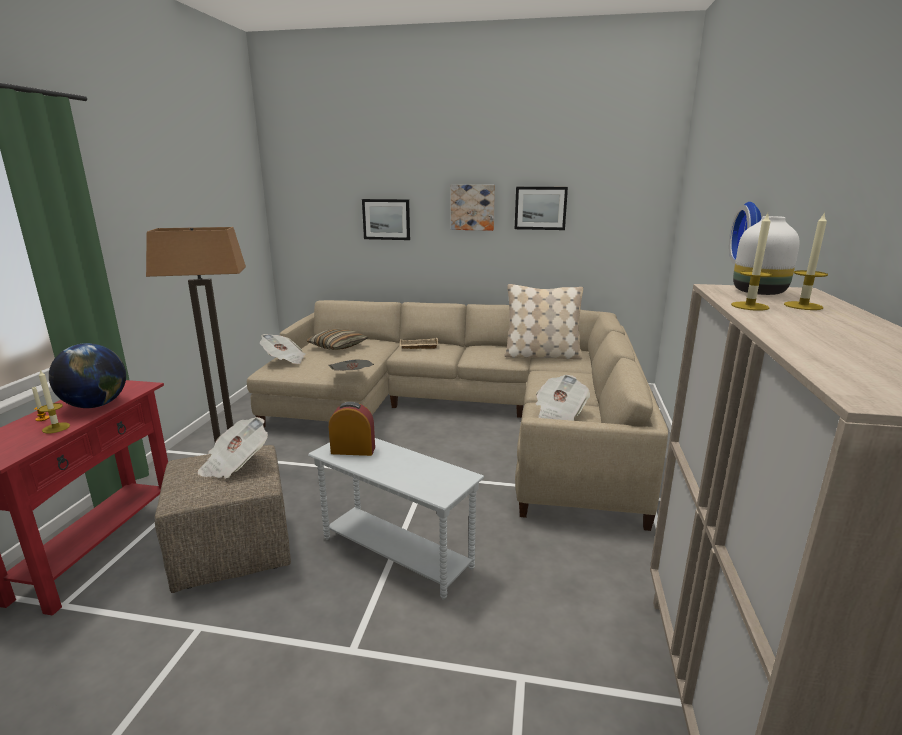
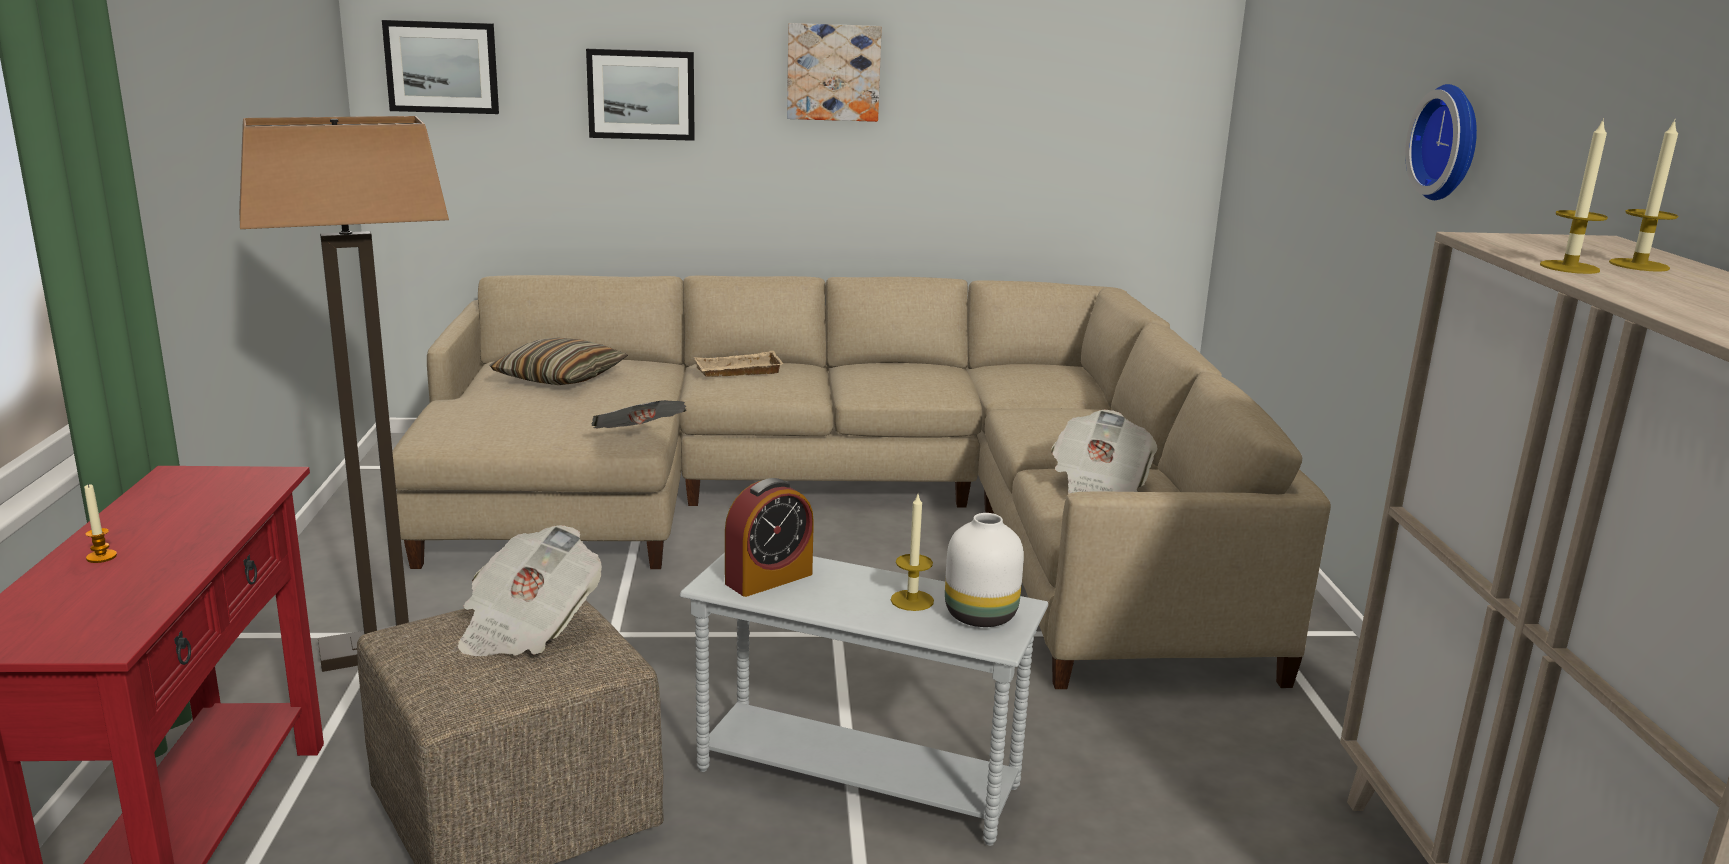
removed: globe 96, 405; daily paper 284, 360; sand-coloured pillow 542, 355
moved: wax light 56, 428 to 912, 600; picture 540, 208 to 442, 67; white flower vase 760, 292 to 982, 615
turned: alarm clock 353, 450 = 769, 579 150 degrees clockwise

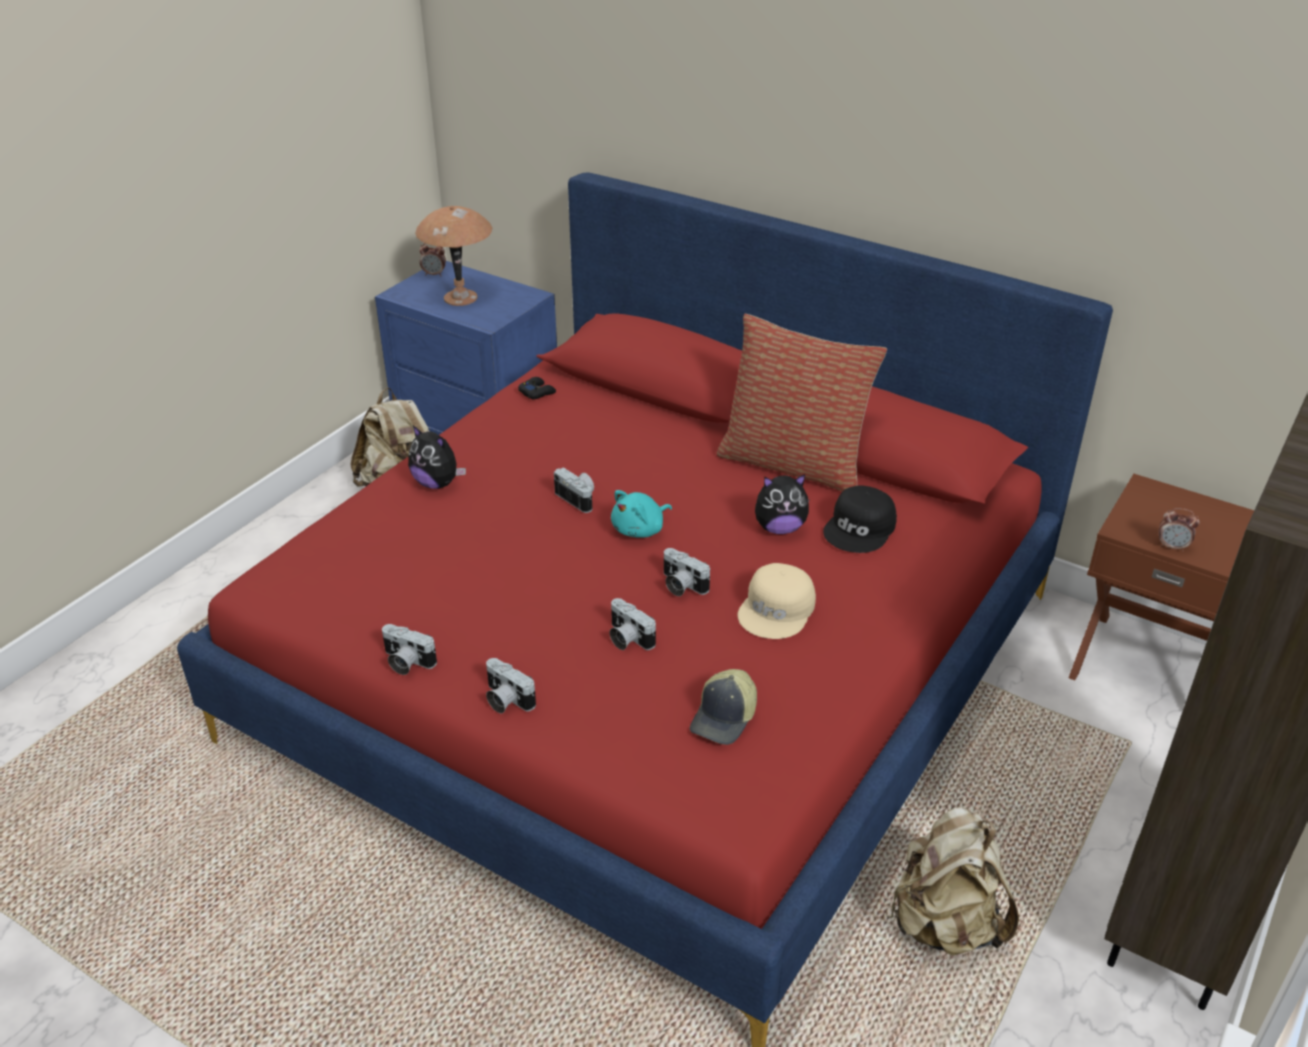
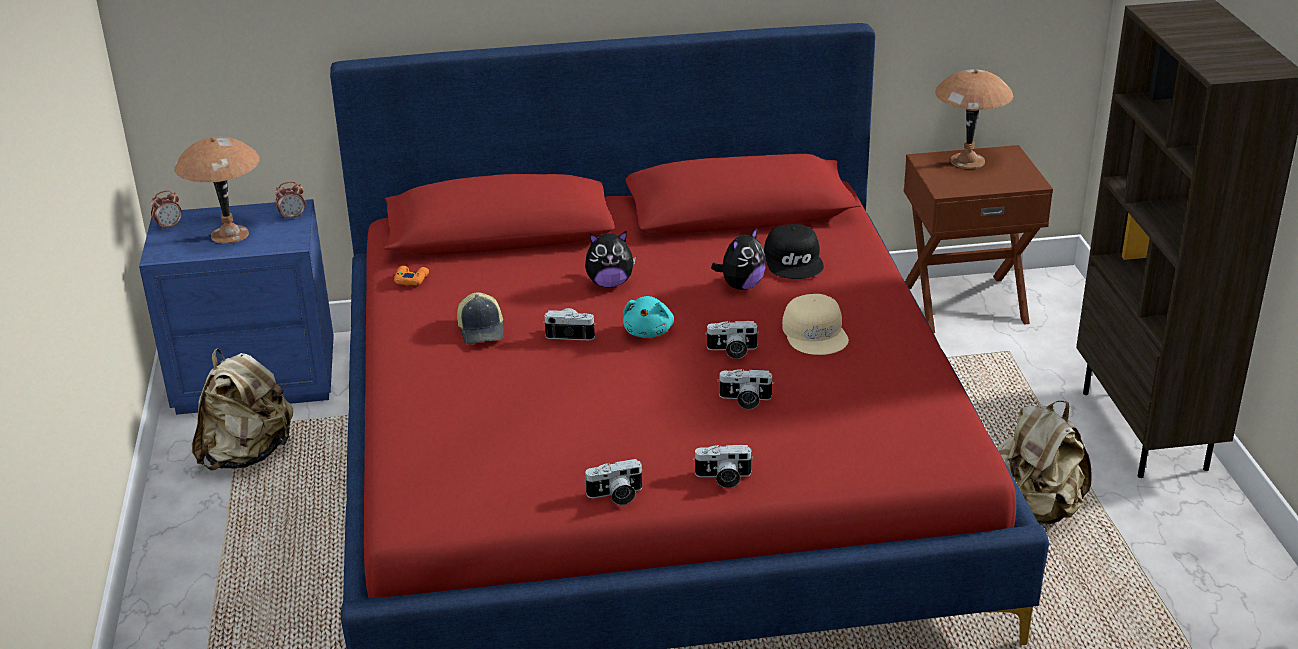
removed: pillow 794, 463
added: brown-coloured tabletop lamp 967, 161
moved: plush toy 437, 483 to 610, 283; cap 725, 718 to 482, 330; alarm clock 1172, 547 to 292, 217
recoloured: blackish joypad 537, 392 to orange-coloured joypad 411, 279

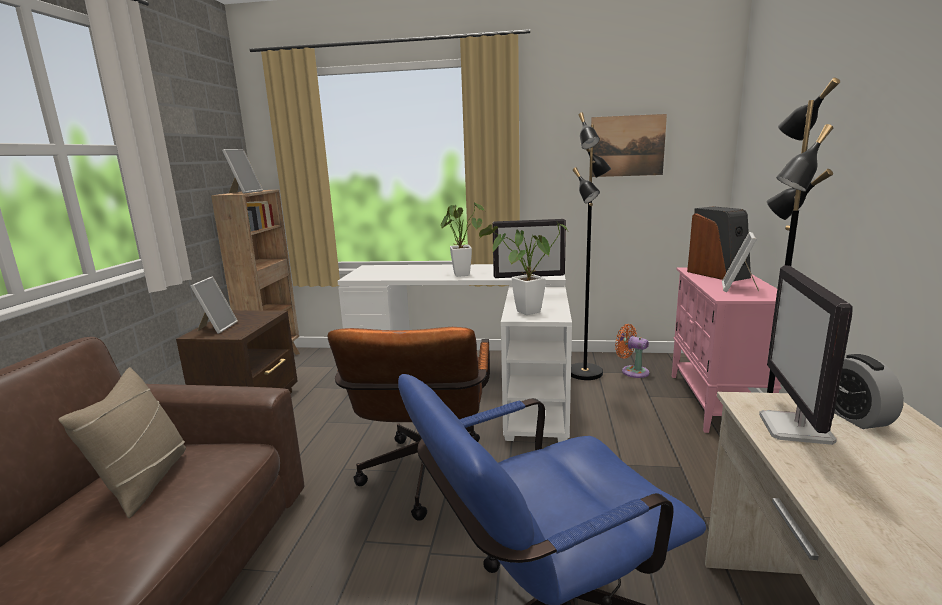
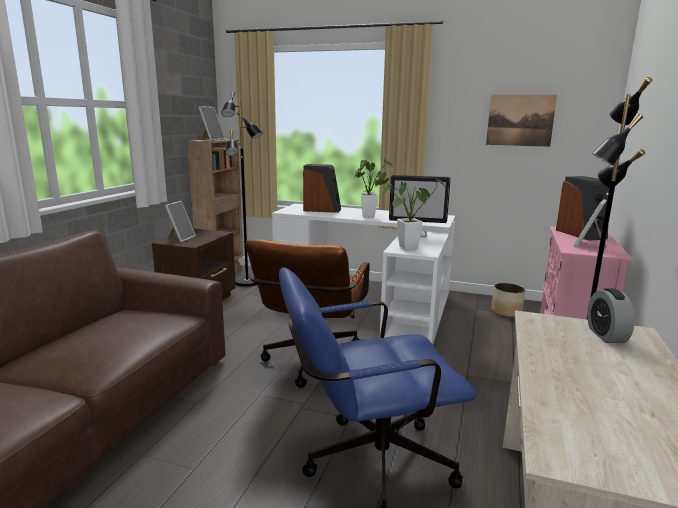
removed: sand-coloured pillow 144, 481; computer display 796, 429
added: audio speaker 322, 210
moved: blackish floor lamp 586, 373 to 247, 282
replaced: orange-coloured cooling fan 632, 371 to plant pot 506, 312

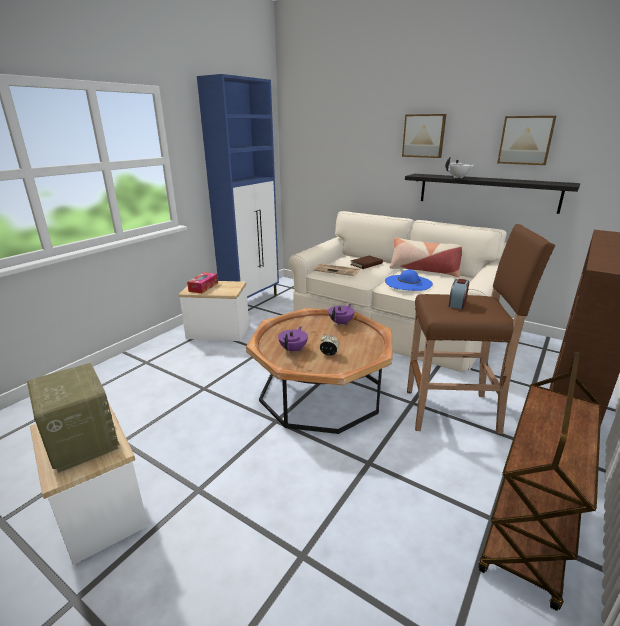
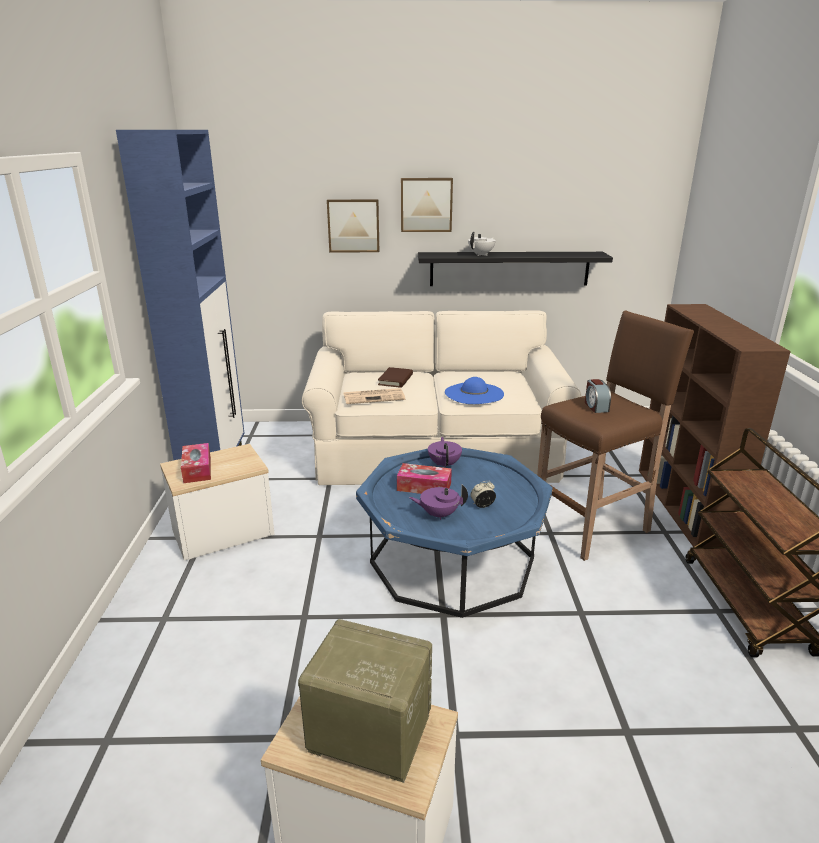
removed: pillow 424, 270
added: box of tissues 424, 487
moved: picture 526, 140 to 353, 225
recoloured: brown-coloured coffee table 321, 392 to blue coffee table 452, 560
turned: purplish pot for tea 293, 349 = 438, 514 75 degrees counterclockwise

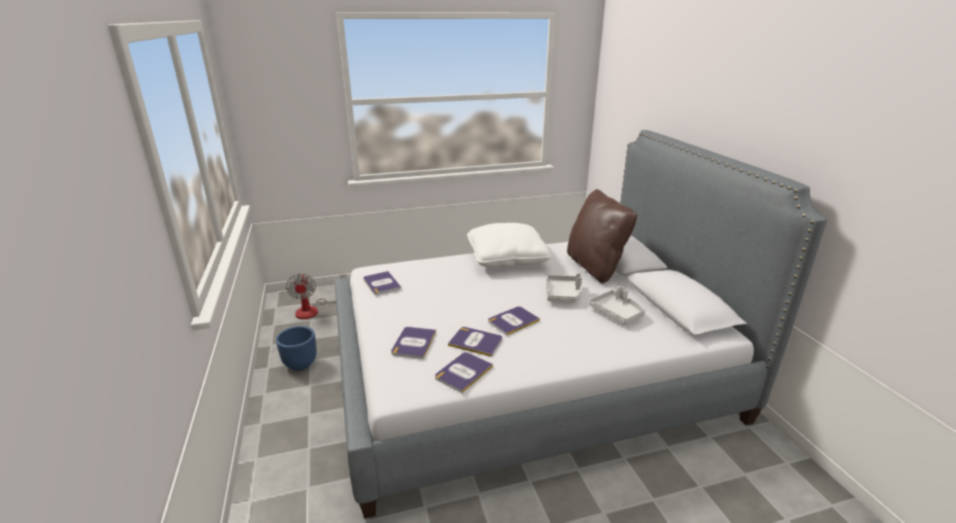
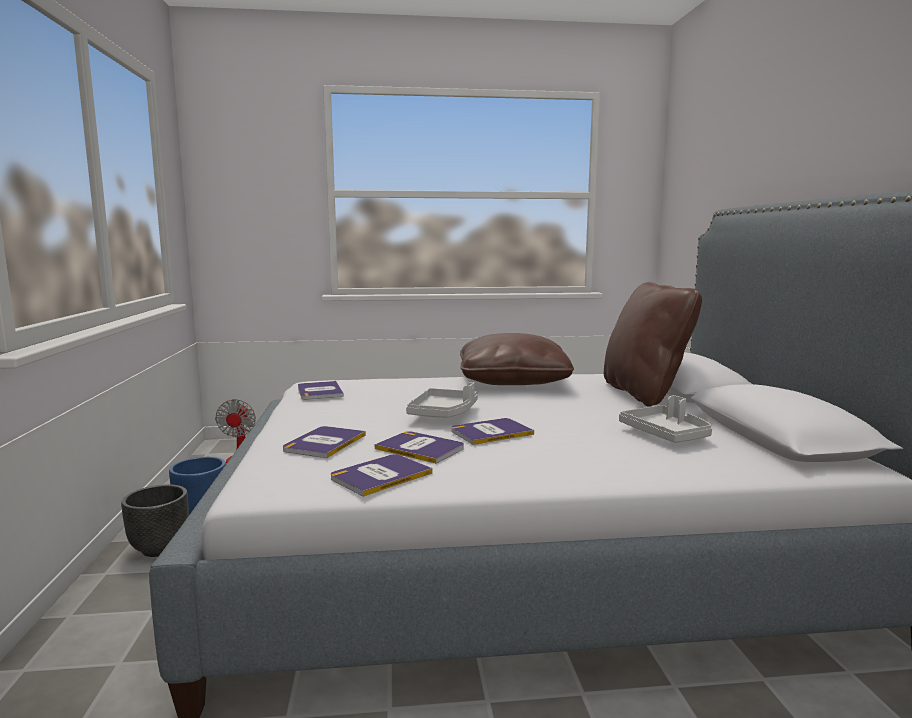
added: blackish plant pot 159, 549
moved: grey tray 563, 294 to 443, 413
recoloured: white pillow 506, 258 to brown-coloured pillow 512, 381

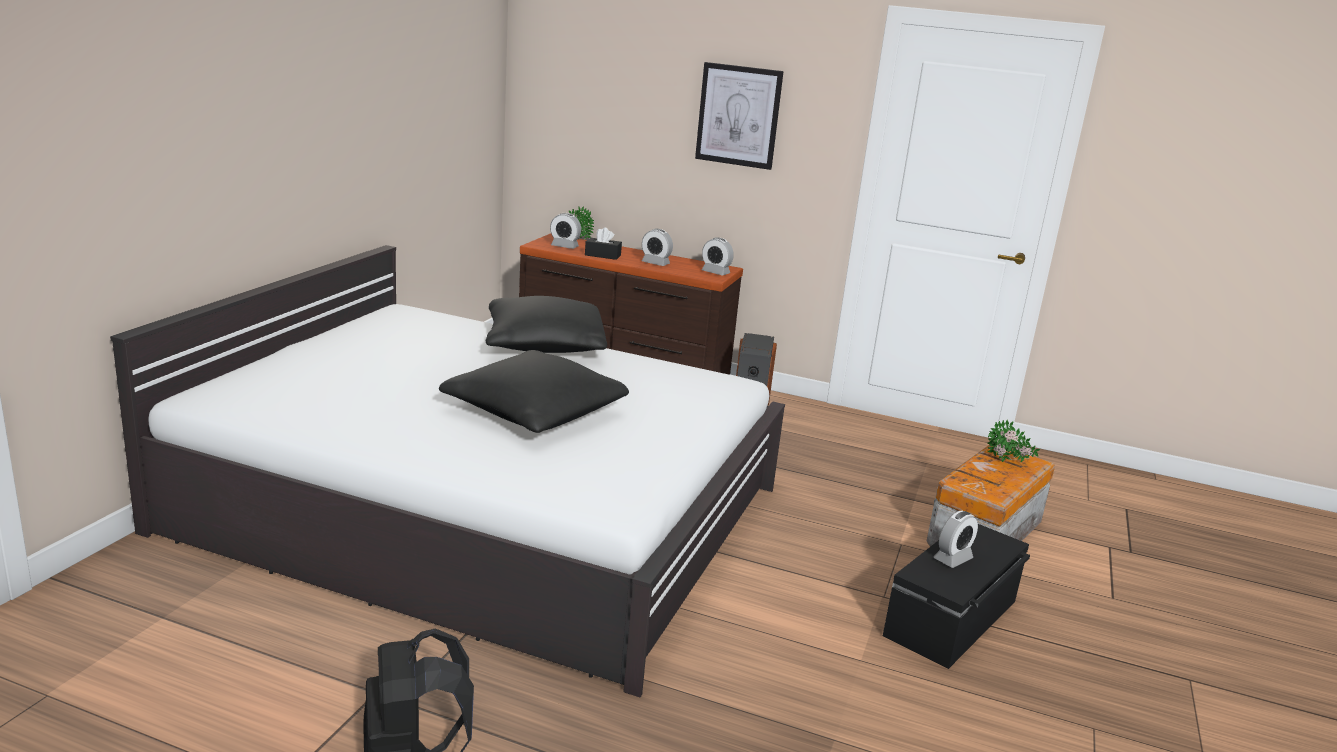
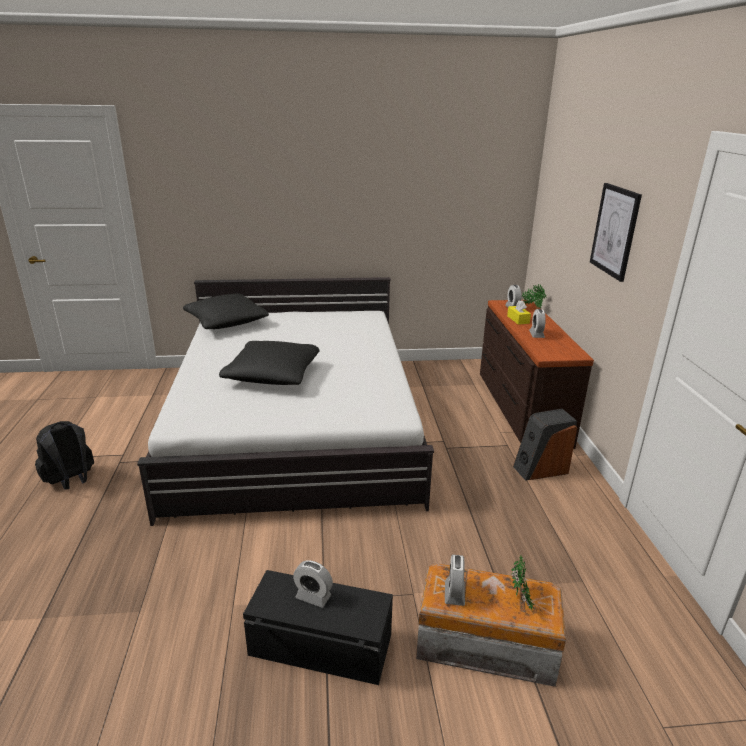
moved: blackish pillow 544, 345 to 226, 322; alarm clock 715, 272 to 454, 593
recoloured: blackish box of tissues 602, 255 to yellow box of tissues 518, 319

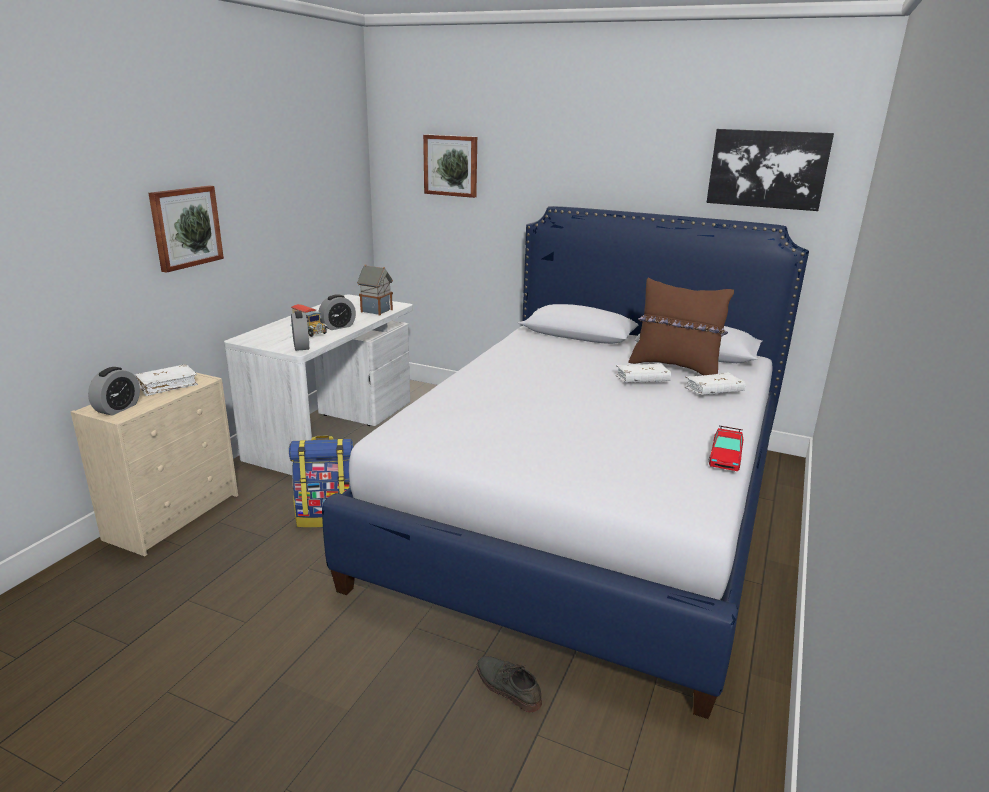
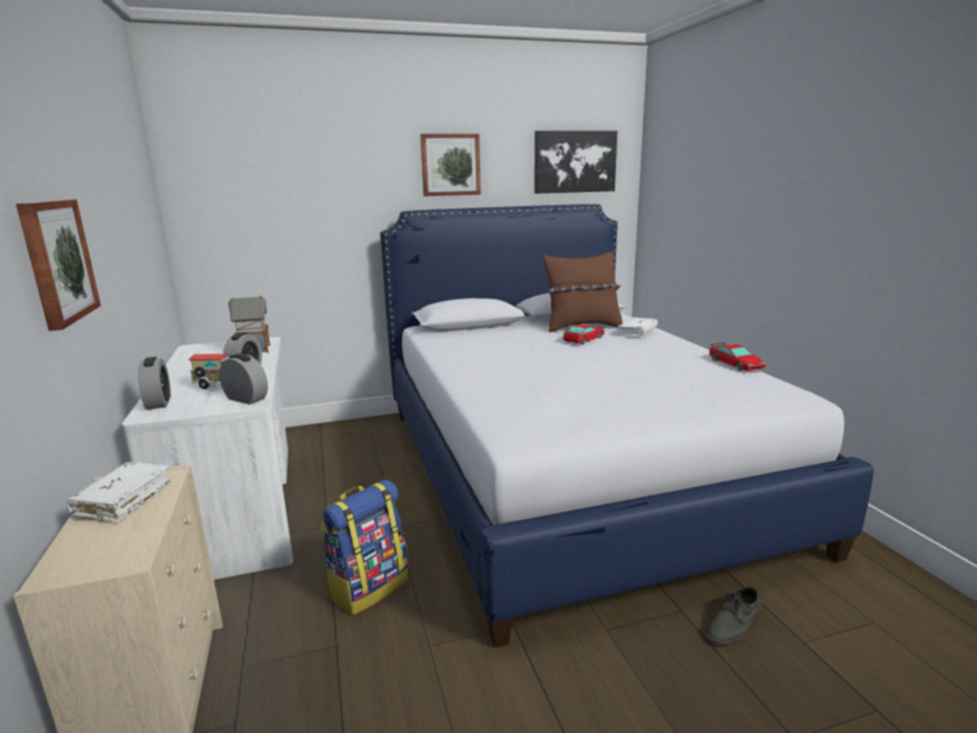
moved: alarm clock 118, 408 to 158, 403; picture 451, 165 to 450, 165
replaced: white volume 642, 380 to miniature car 584, 339
turned: grey low shoe 507, 686 = 734, 624 45 degrees counterclockwise

